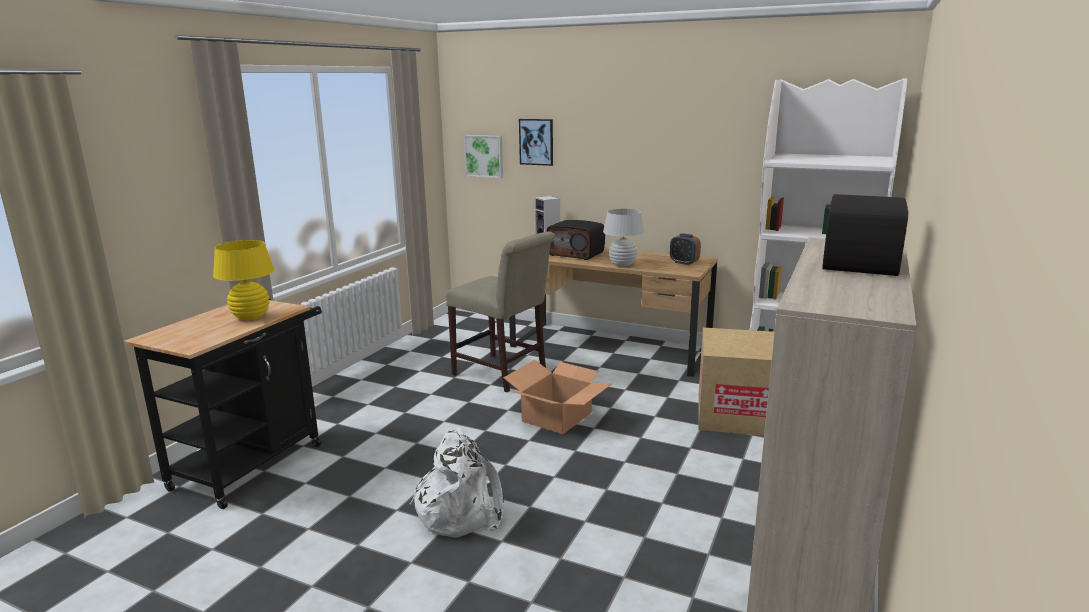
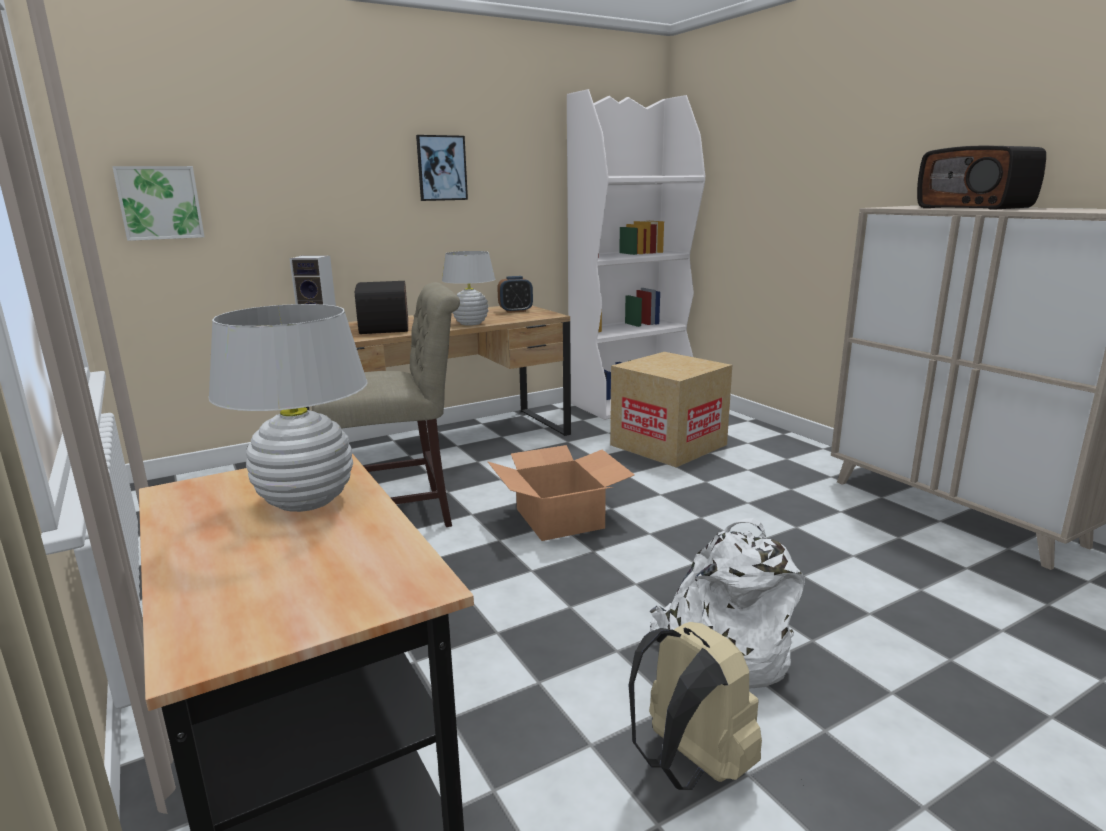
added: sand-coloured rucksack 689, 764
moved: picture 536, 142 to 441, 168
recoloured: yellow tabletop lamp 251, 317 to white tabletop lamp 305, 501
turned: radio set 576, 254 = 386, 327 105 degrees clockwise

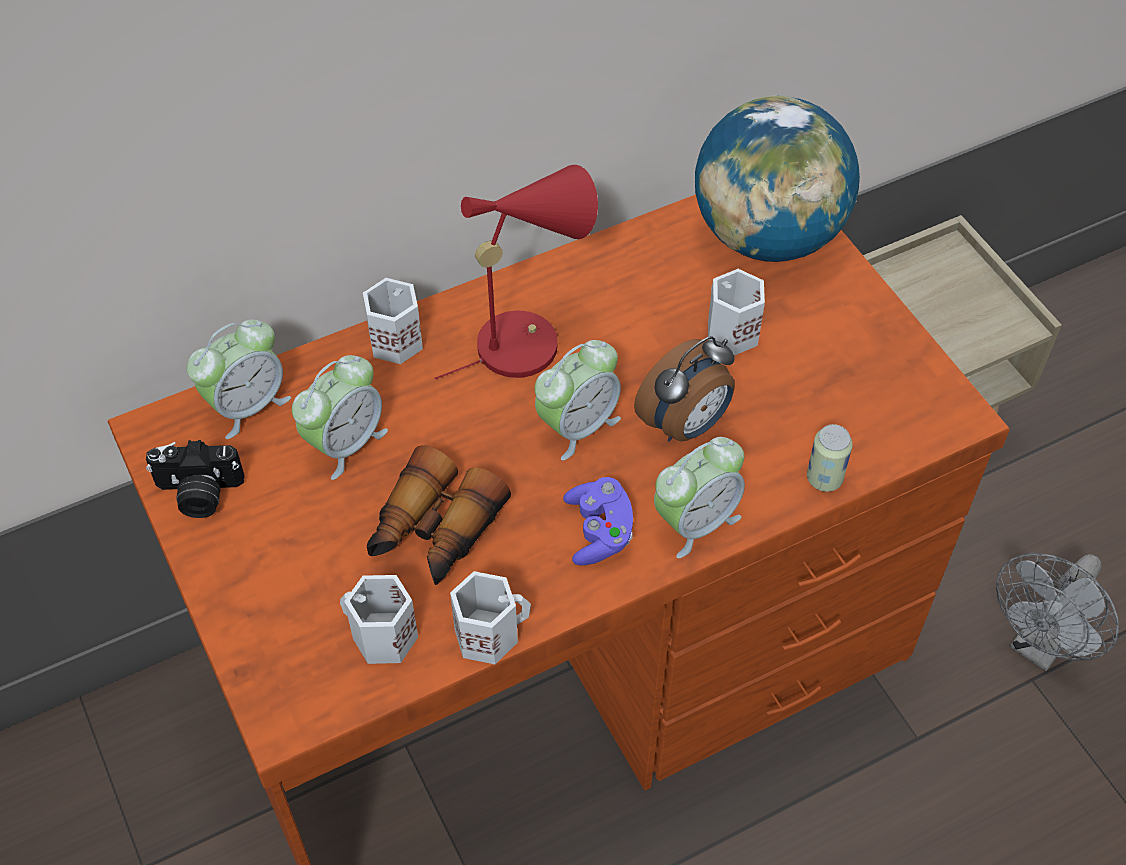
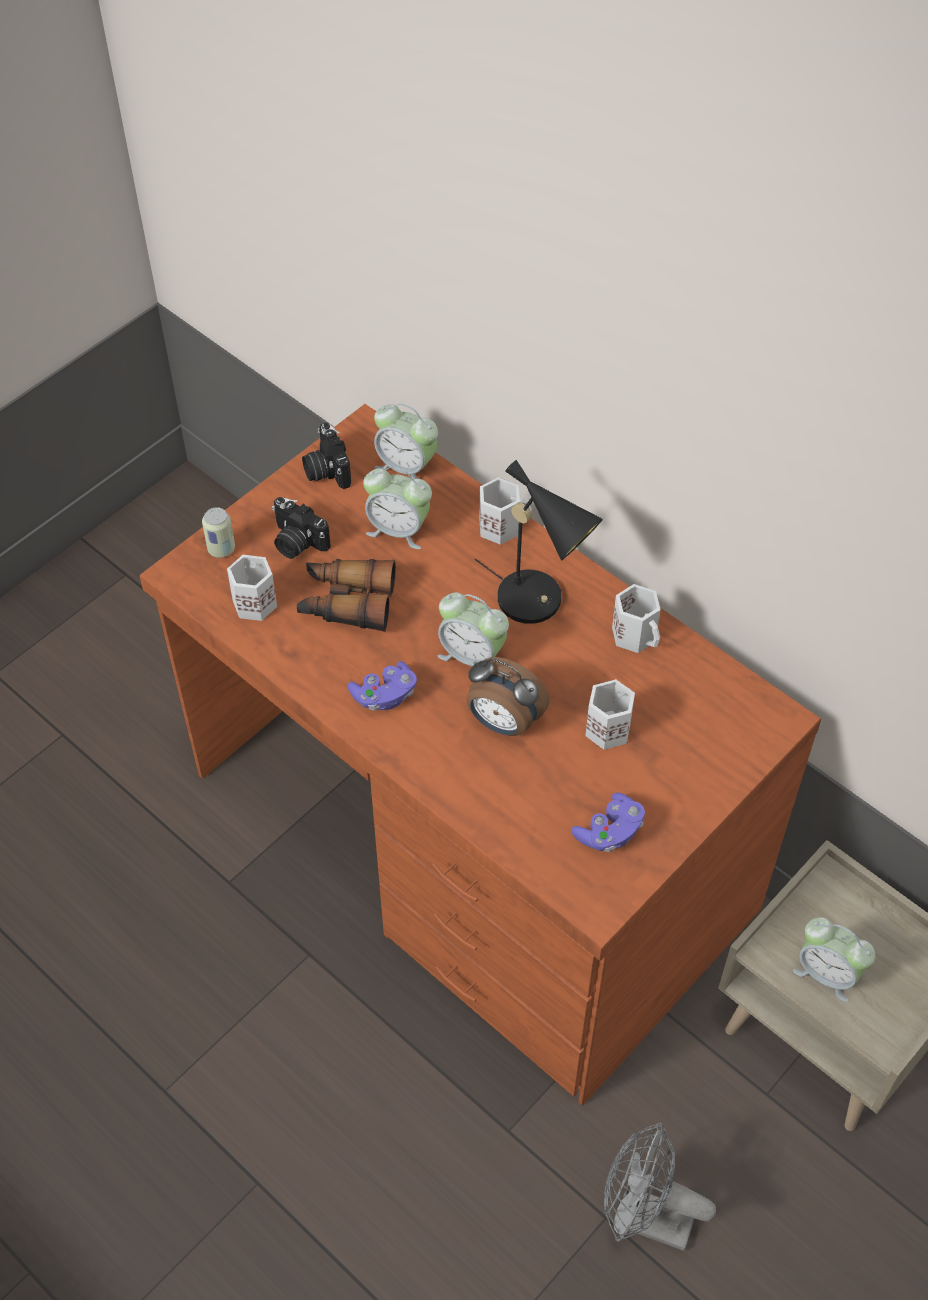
removed: globe 767, 236
added: photo camera 296, 542; purplish joypad 609, 832
moved: white mug 488, 633 to 636, 635; alarm clock 695, 522 to 827, 973; can 824, 478 to 221, 549
recoloured: red tabletop lamp 527, 339 to blackish tabletop lamp 539, 602

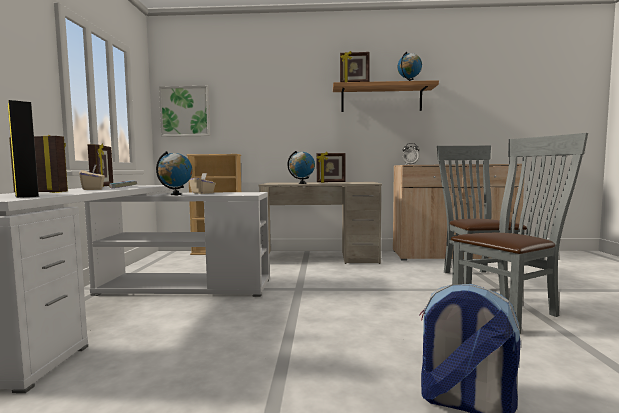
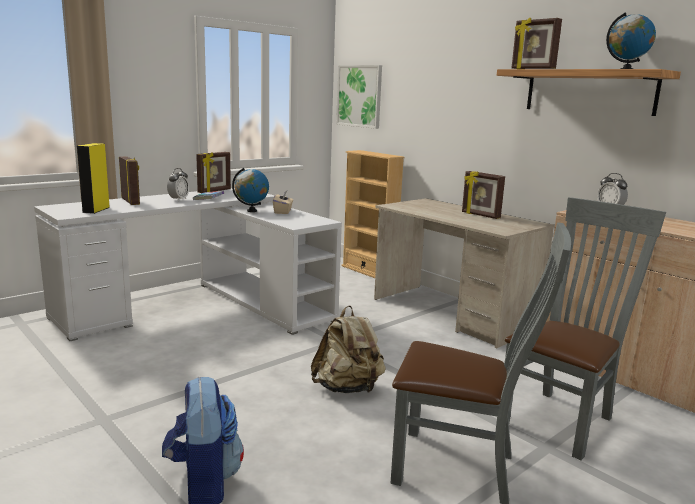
removed: globe 302, 183
added: sand-coloured rucksack 348, 388
replaced: sand-coloured box of tissues 93, 189 to alarm clock 178, 199

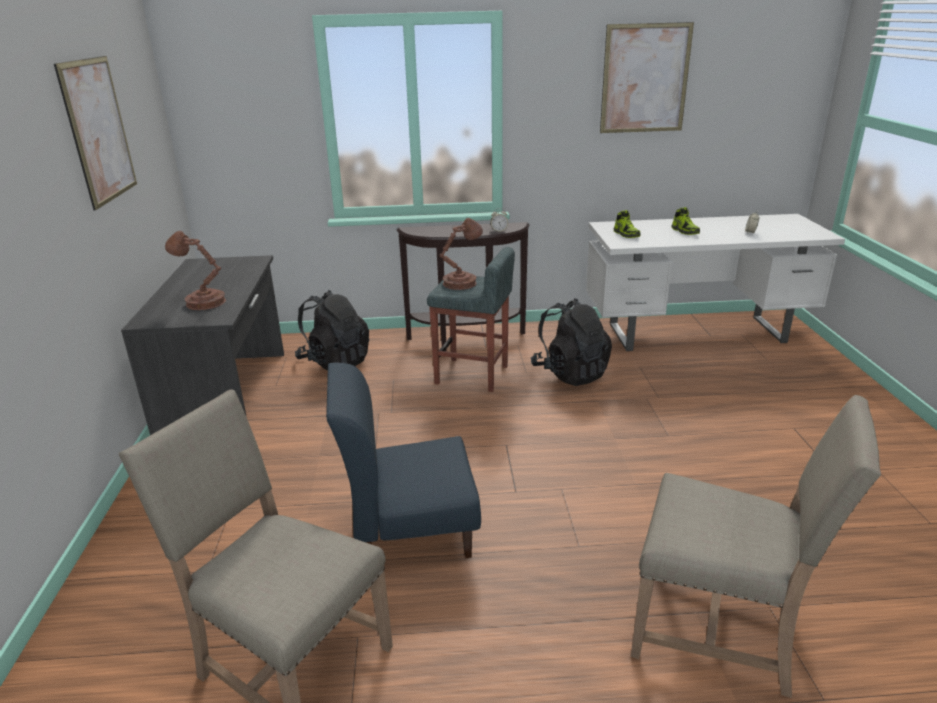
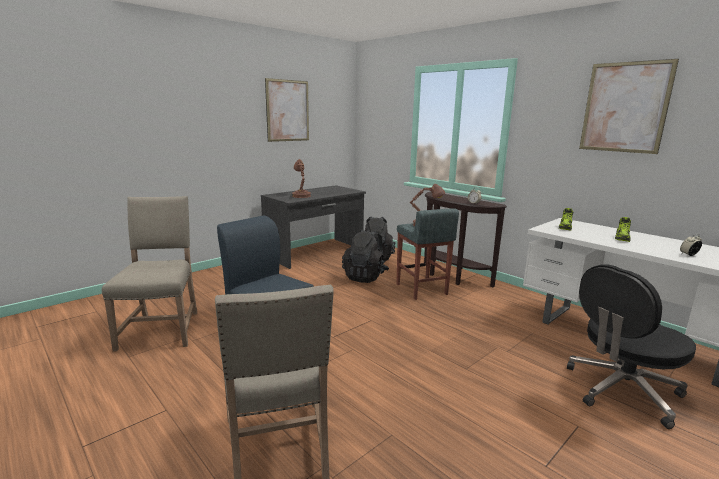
added: blackish office chair 621, 391
moved: blackish rucksack 570, 373 to 365, 277

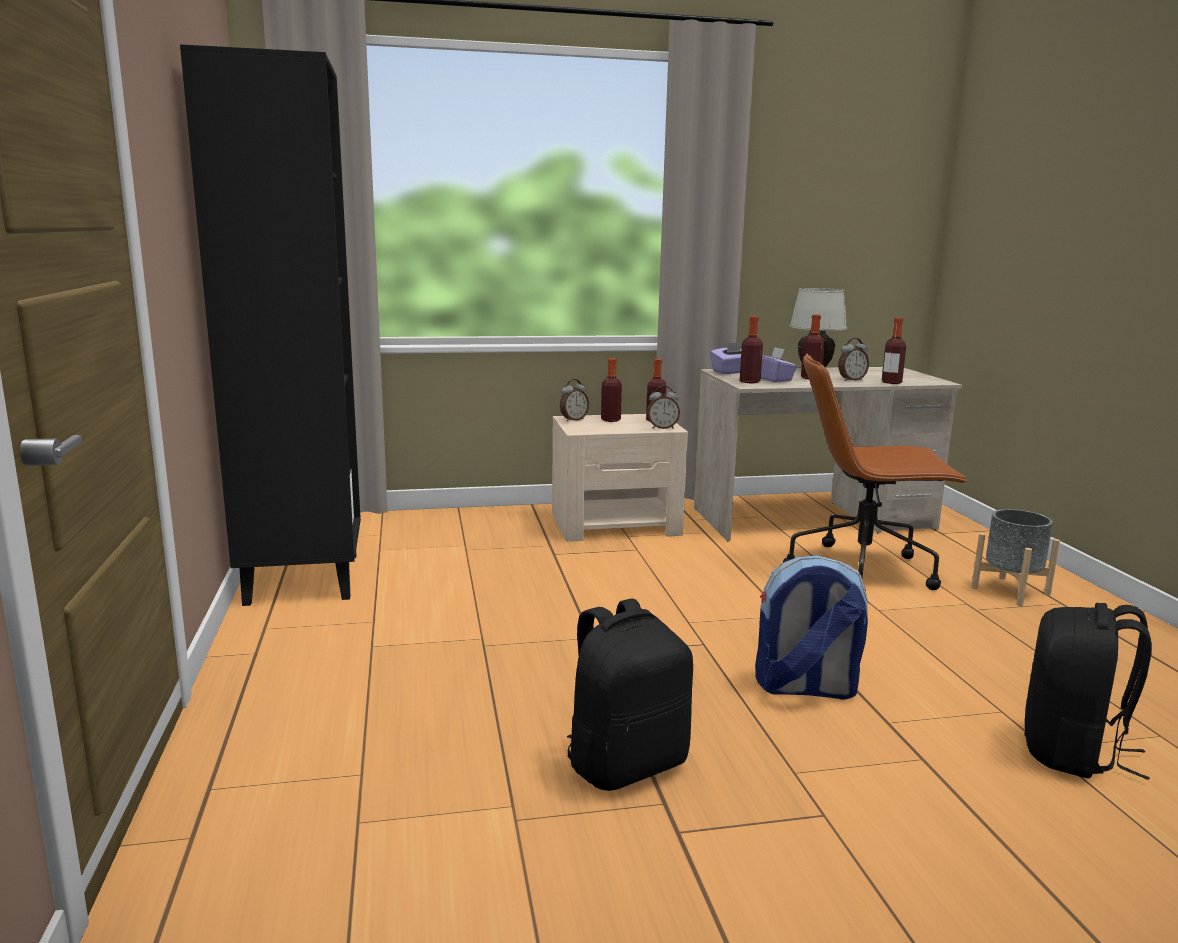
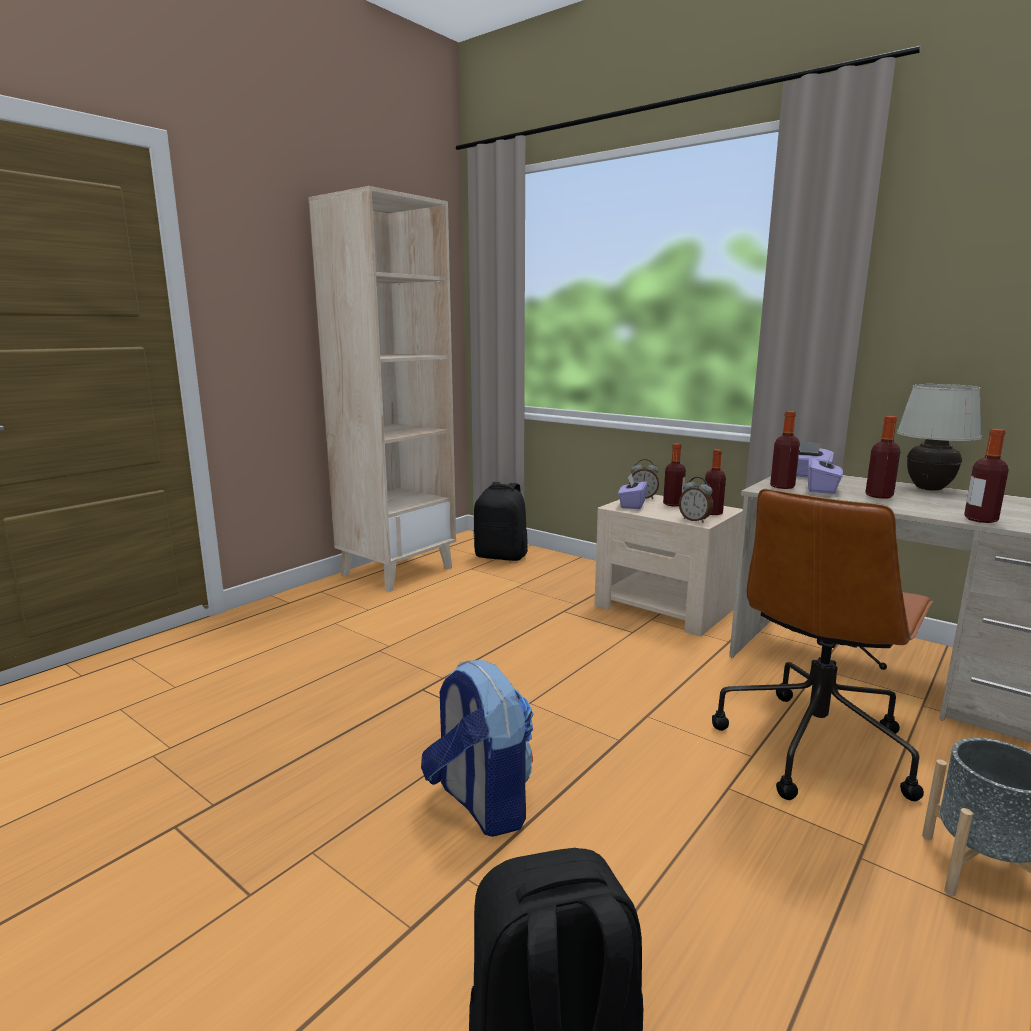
removed: alarm clock 851, 380
added: purplish box of tissues 632, 505
moved: blackish rucksack 626, 764 to 501, 556
recoloured: blackish bookshelf 302, 578 to sand-coloured bookshelf 397, 571
turned: brown-coloured office chair 864, 570 = 814, 746 105 degrees counterclockwise

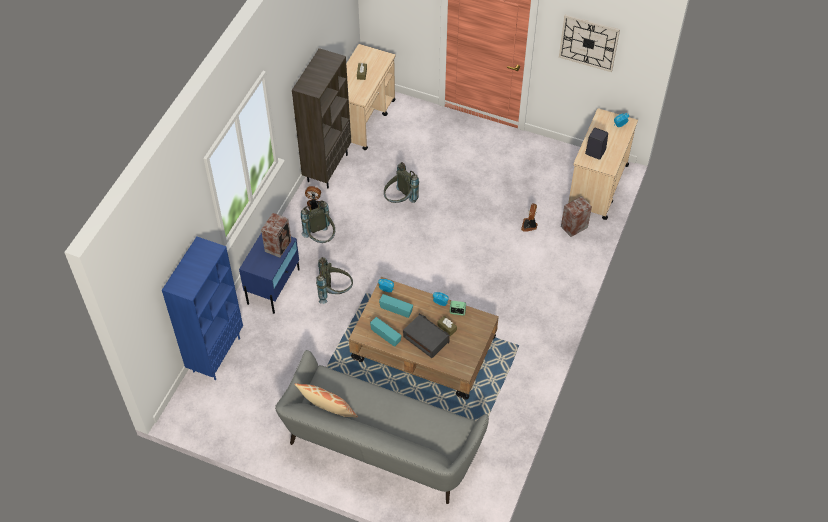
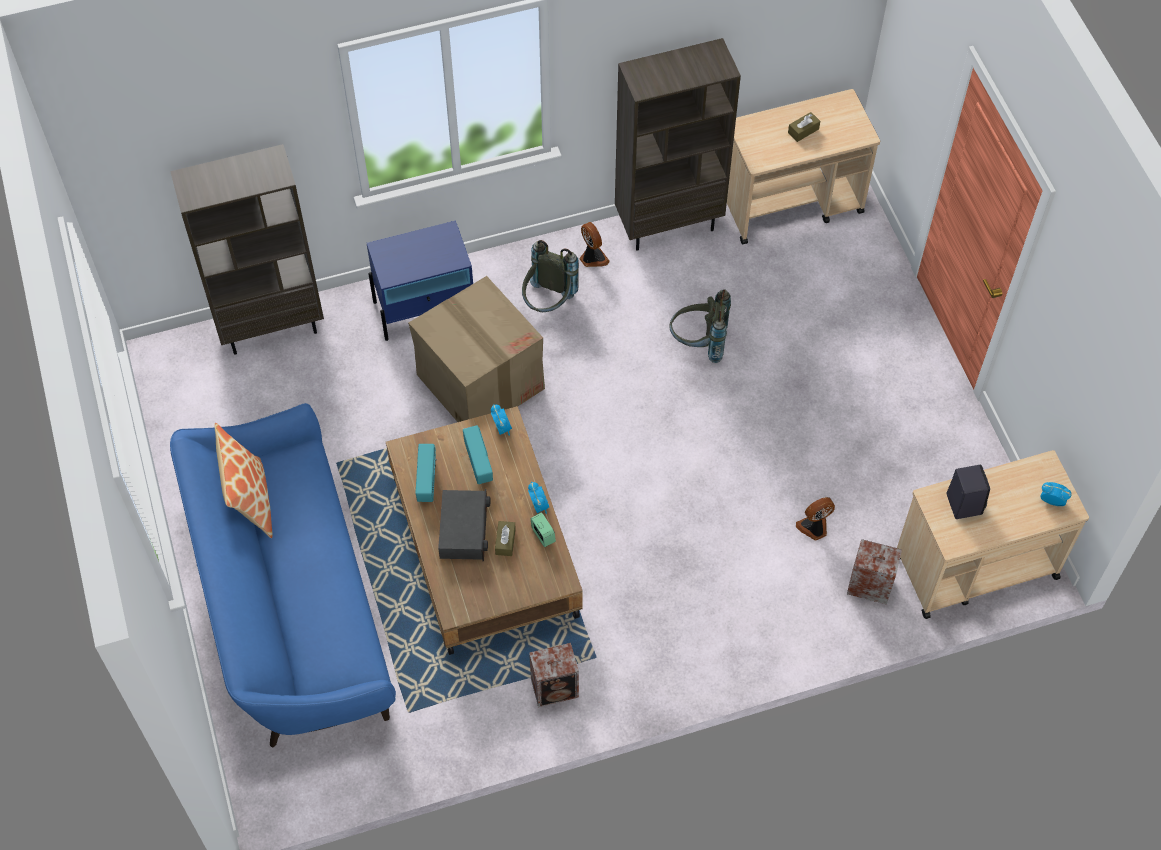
removed: wall clock 589, 42
moved: audio speaker 278, 245 to 556, 688
replaced: grey rucksack 335, 292 to carton 480, 381
recoloured: blue bookshelf 216, 354 to brown-coloured bookshelf 271, 326; grey couch 380, 446 to blue couch 292, 605

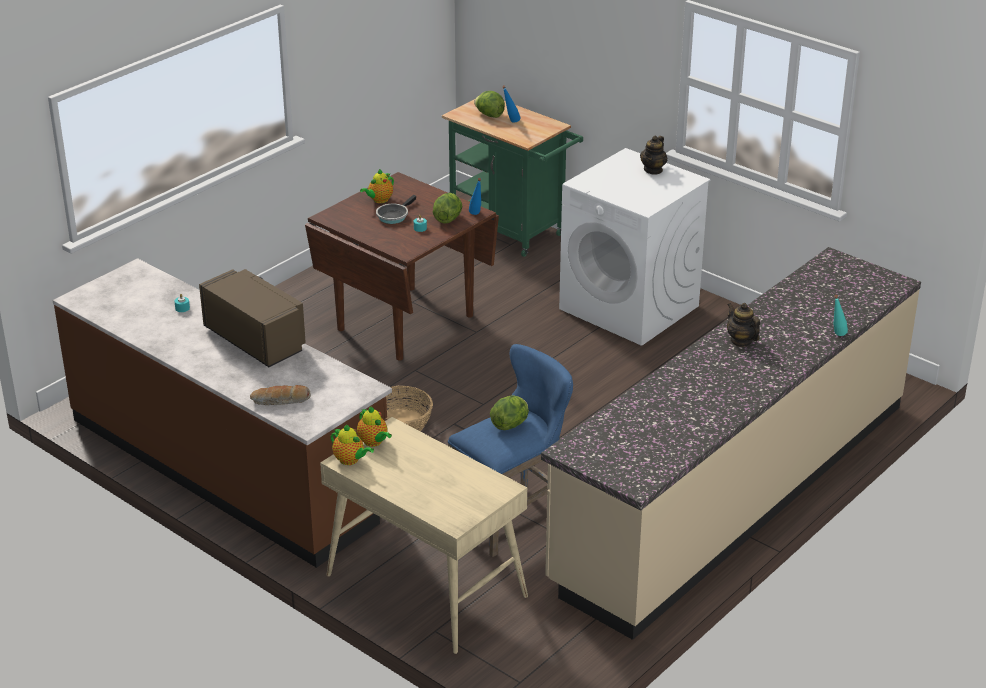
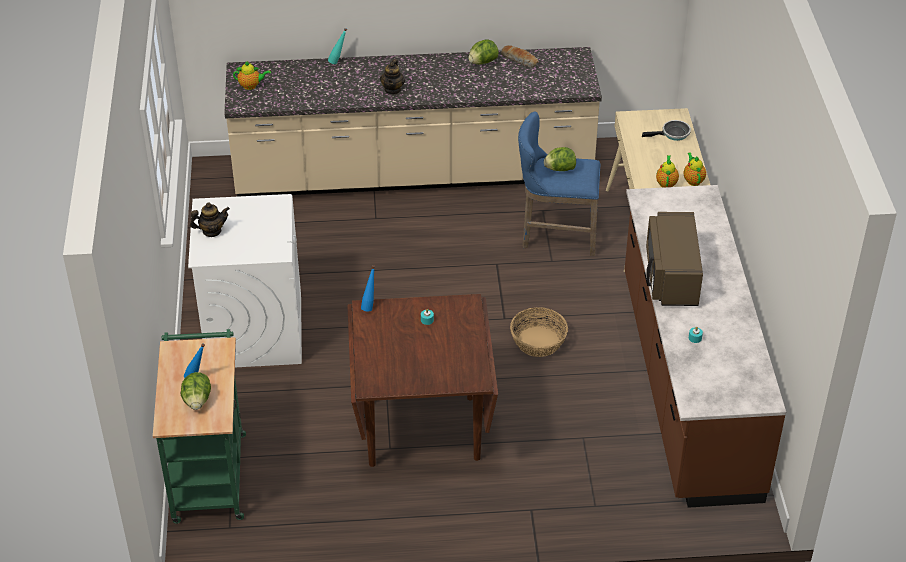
moved: baked bread 280, 401 to 520, 60; pot for tea 379, 200 to 251, 86; skillet 393, 216 to 673, 134; lettuce 448, 219 to 482, 62

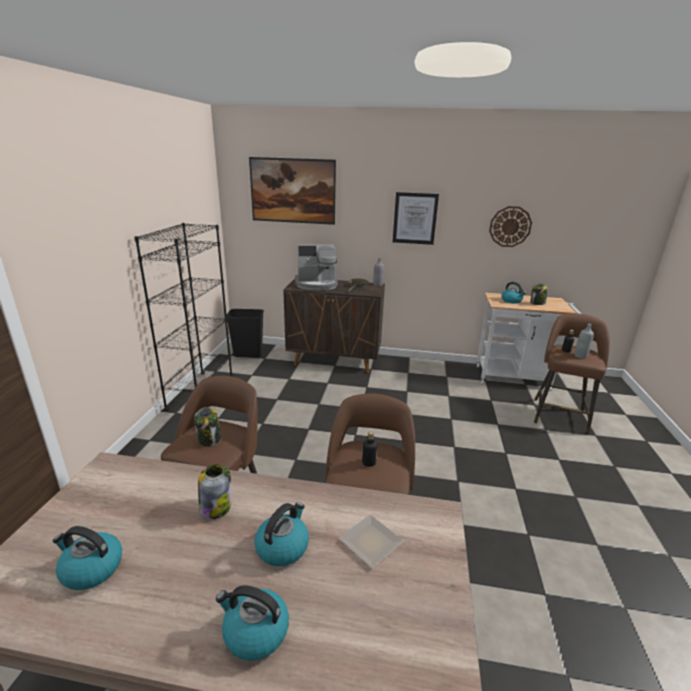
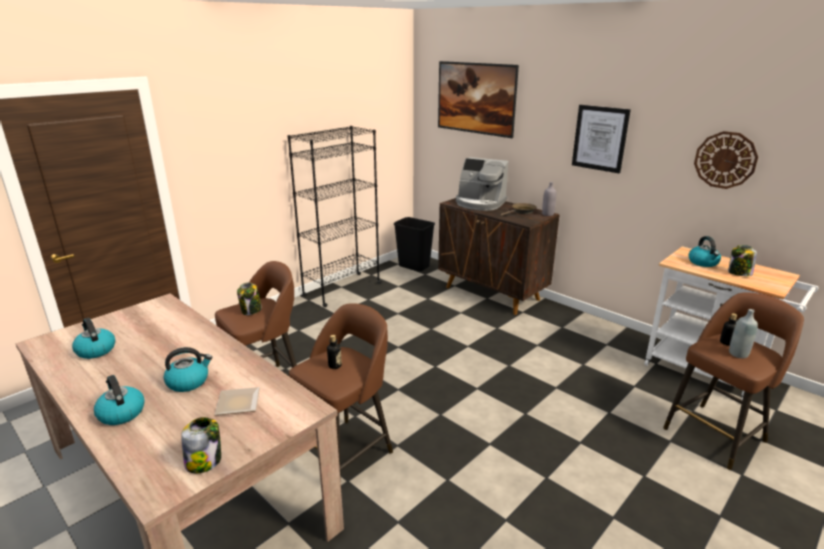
moved: preserve jar 216, 507 to 204, 461

